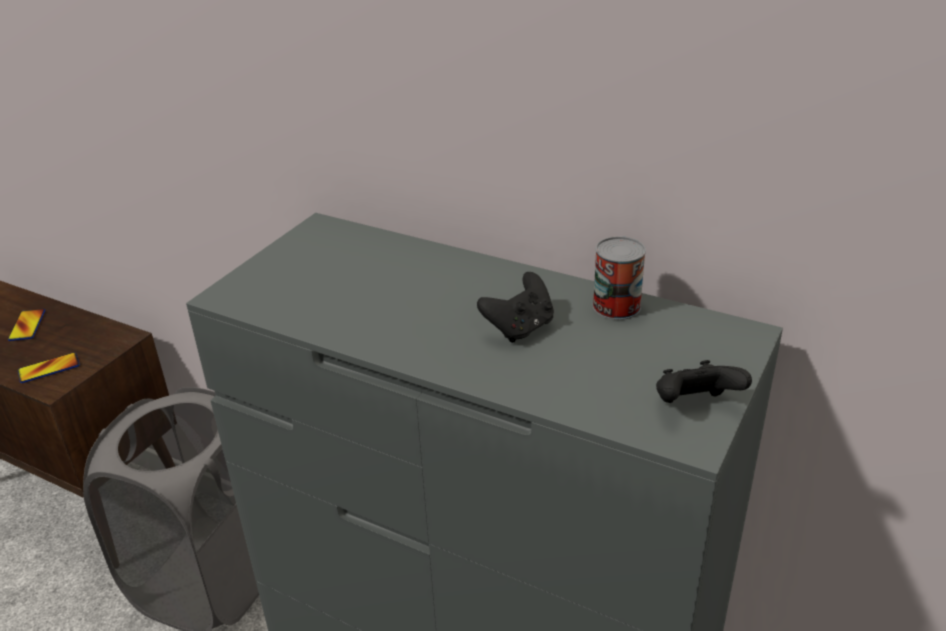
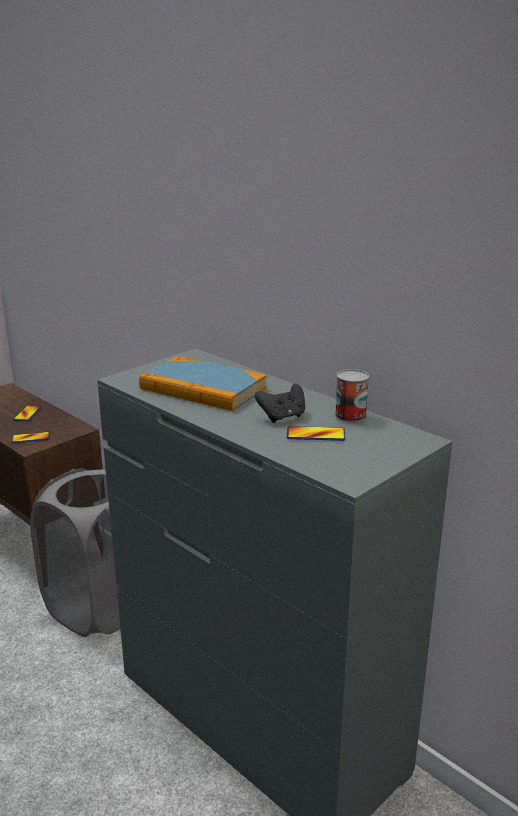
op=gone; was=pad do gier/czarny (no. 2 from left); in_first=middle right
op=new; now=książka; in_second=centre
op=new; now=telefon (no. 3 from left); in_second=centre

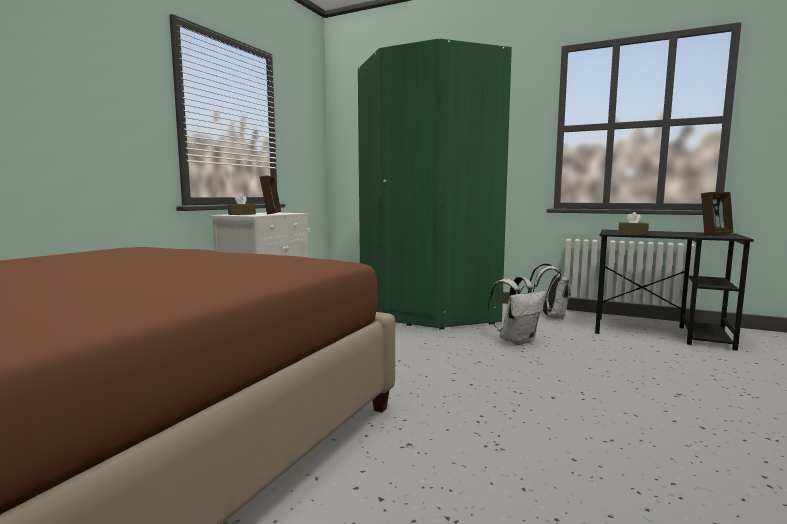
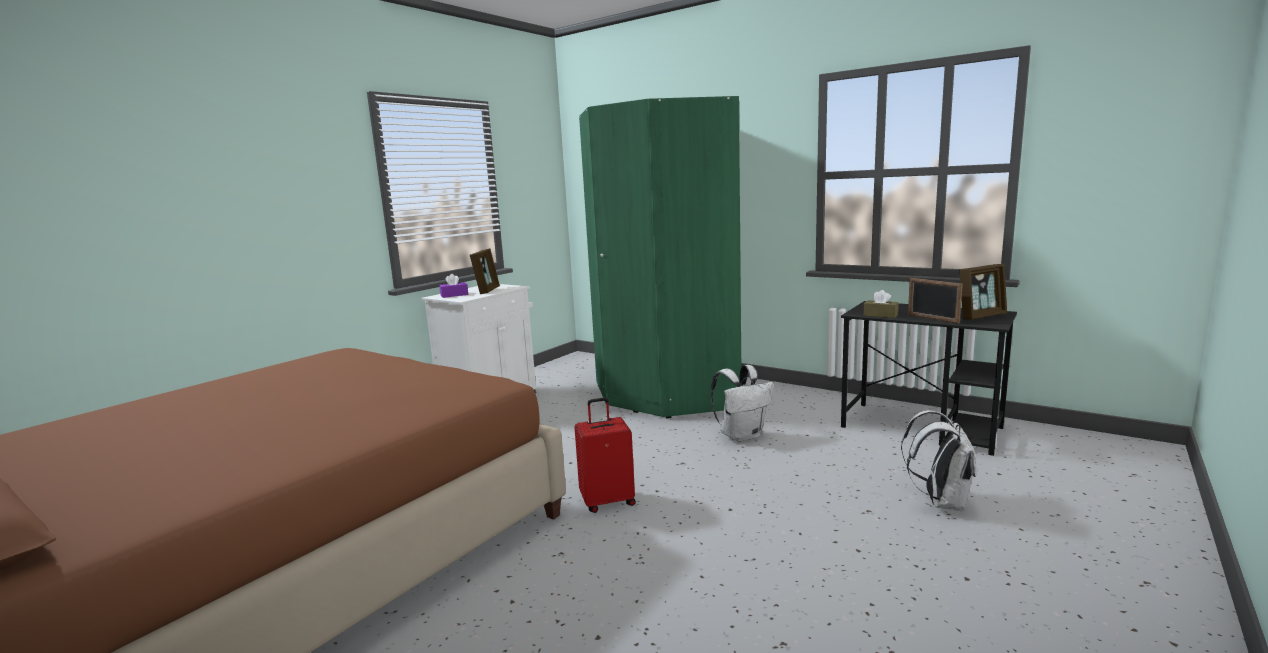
op=repainted; was=pudełko chusteczek/brązowy (no. 1 from left); now=pudełko chusteczek/fioletowy; in_first=middle left; in_second=centre
op=shifted; was=plecak/biały (no. 2 from left); in_first=middle right; in_second=bottom right
op=new; now=ramka na zdjęcie (no. 2 from left); in_second=middle right
op=new; now=walizka/czerwony; in_second=bottom centre

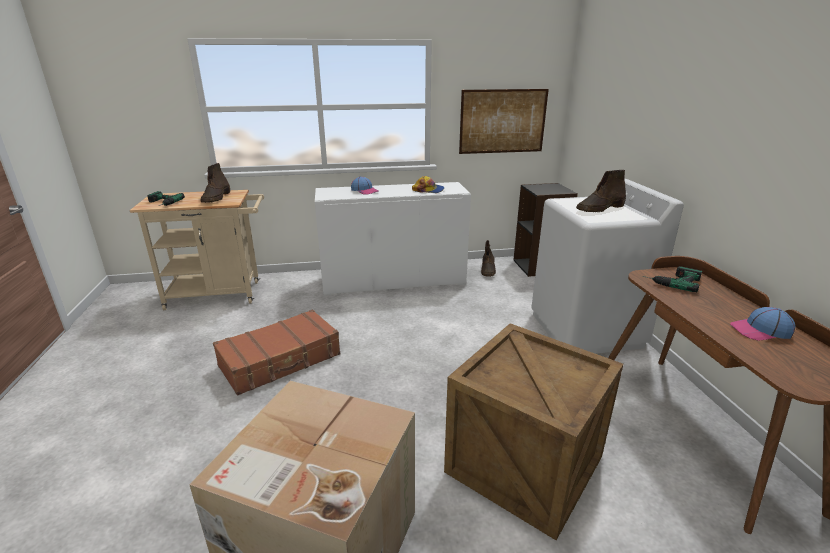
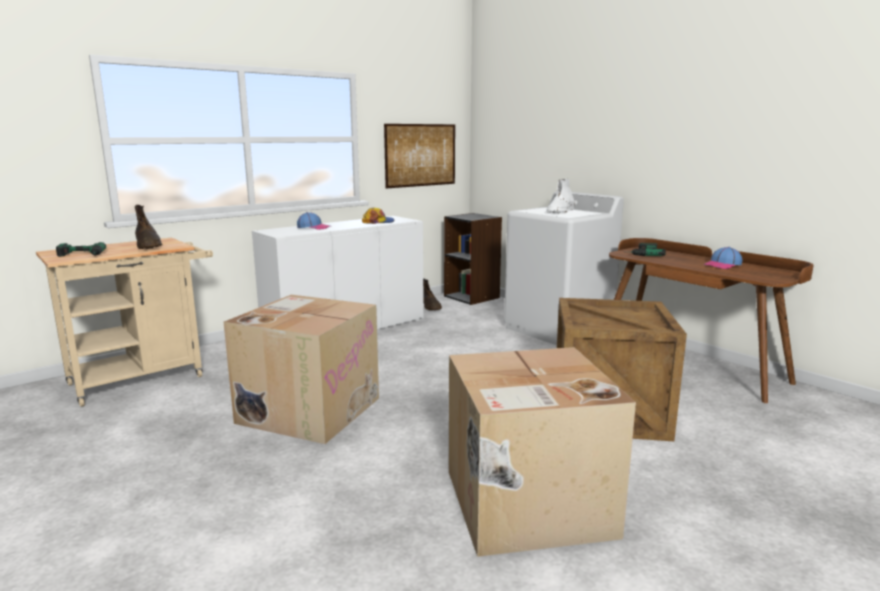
op=repainted; was=but z cholewką/brązowy (no. 3 from left); now=but z cholewką/biały; in_first=middle right; in_second=top centre
op=swapped; was=walizka/brązowy; now=karton (no. 1 from left); in_first=middle left; in_second=centre

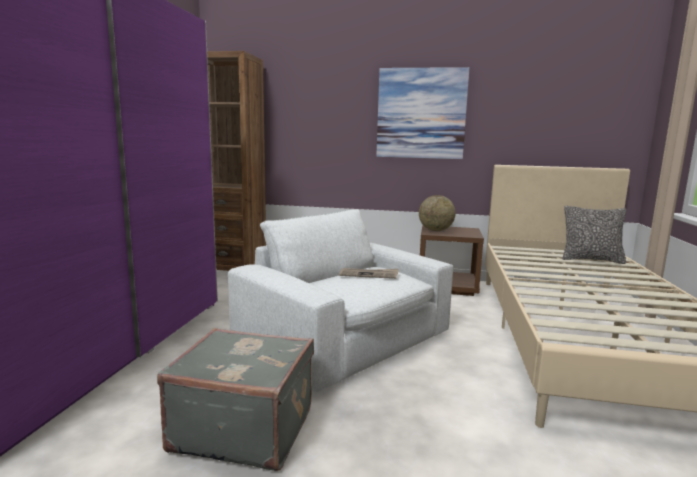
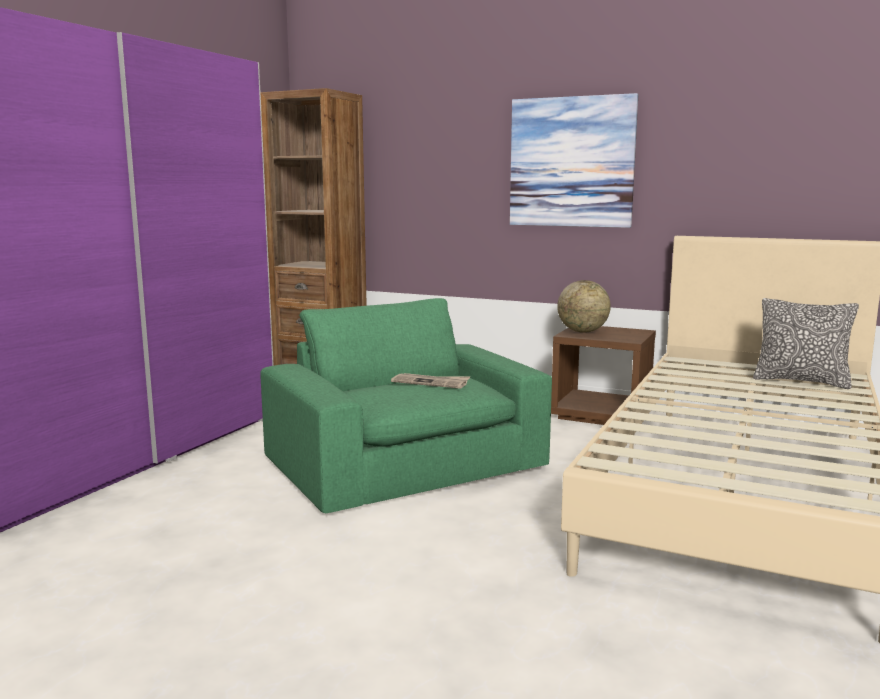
op=repainted; was=fotel/biały; now=fotel/zielony; in_first=centre; in_second=centre
op=gone; was=walizka/szary; in_first=bottom centre

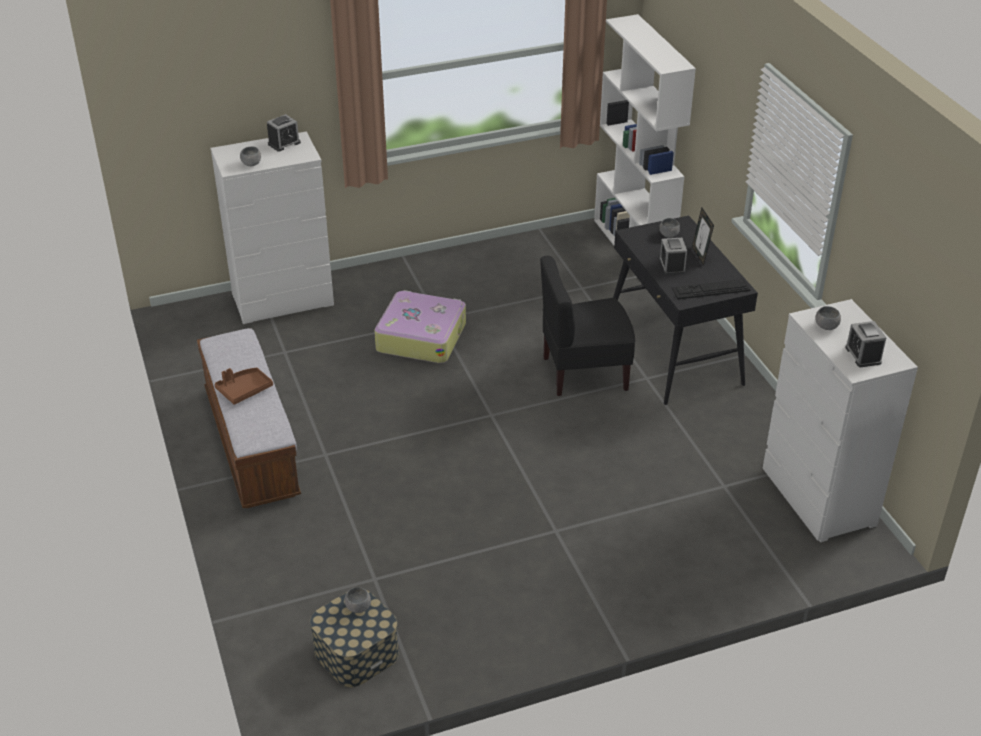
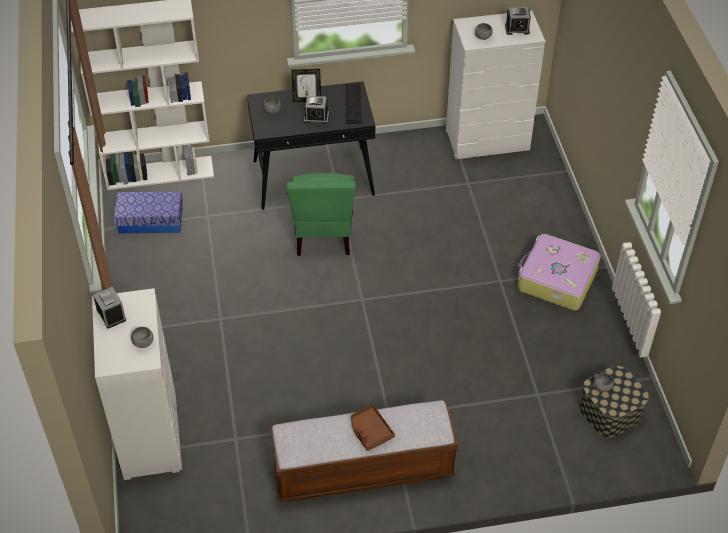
op=repainted; was=krzesło/czarny; now=krzesło/zielony; in_first=centre; in_second=centre
op=shifted; was=walizka; in_first=centre; in_second=middle right
op=new; now=pojemnik do przechowywania (no. 1 from left); in_second=middle left

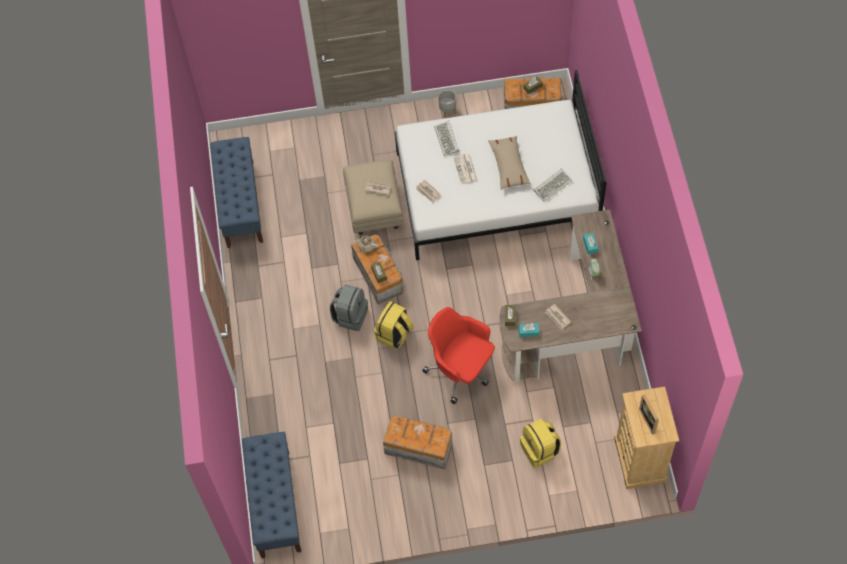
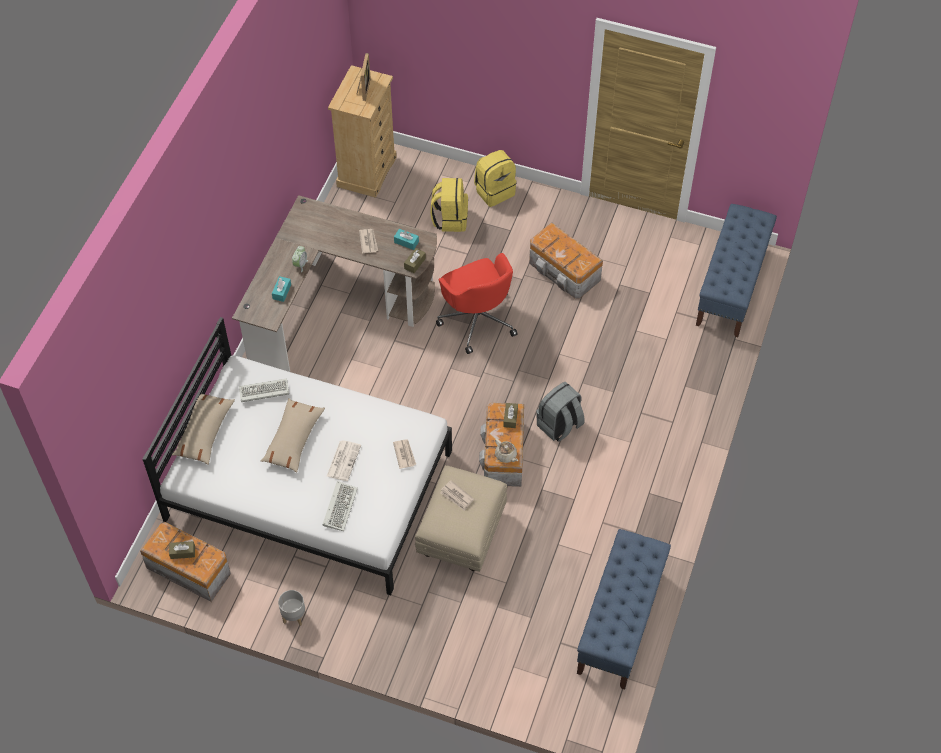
op=shifted; was=plecak/żółty (no. 1 from left in the first image); now=plecak/żółty (no. 2 from left); in_first=centre; in_second=top centre
op=new; now=poduszka/beżowy (no. 1 from left); in_second=middle left

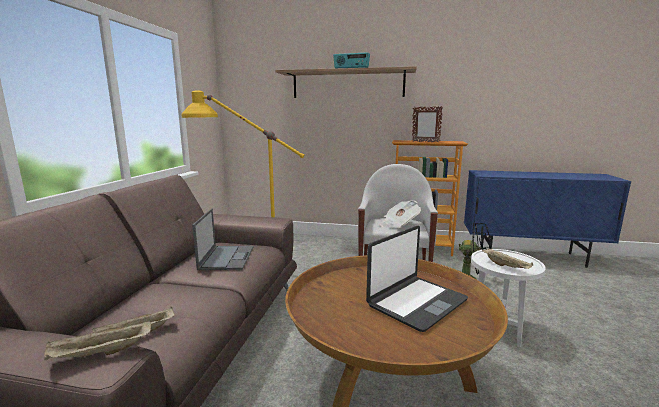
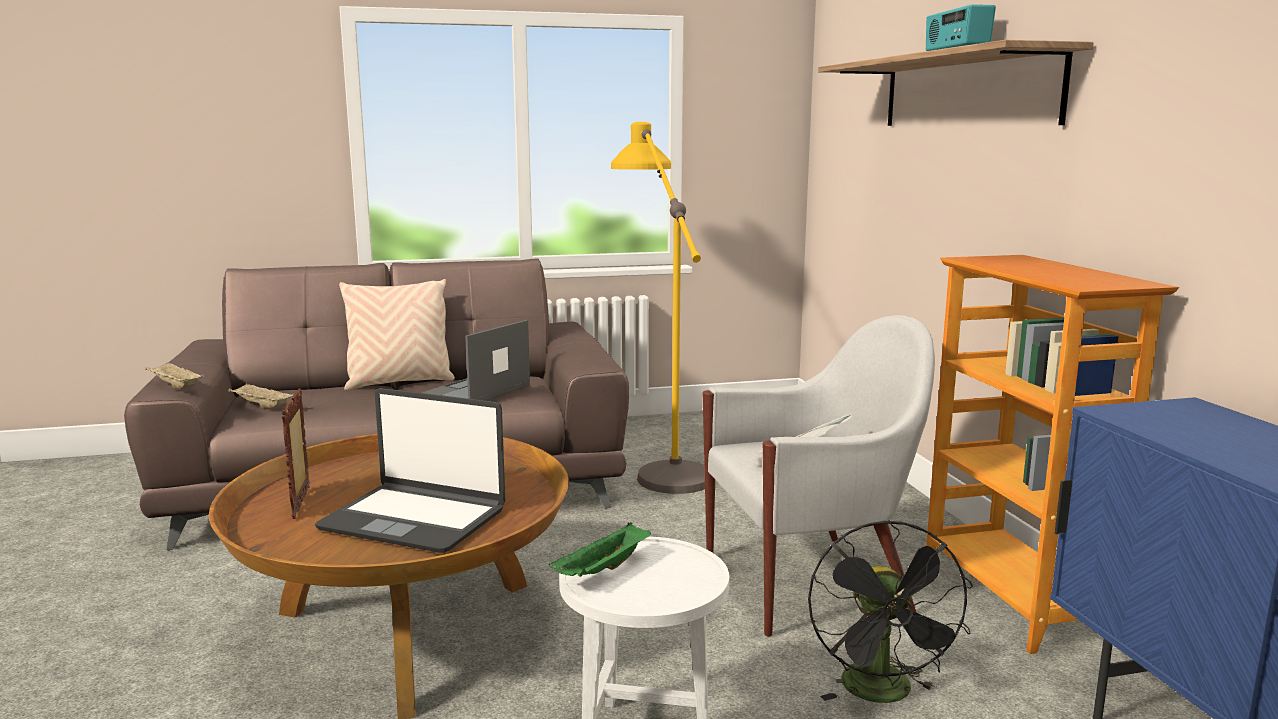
op=shifted; was=ramka na zdjęcie; in_first=top centre; in_second=middle left
op=rotated; was=laptop (no. 1 from left in the first image); in_first=centre; in_second=centre; clockwise=150
op=repainted; was=taca/beżowy (no. 3 from left); now=taca/zielony; in_first=middle right; in_second=bottom centre
op=new; now=poduszka/beżowy; in_second=middle left

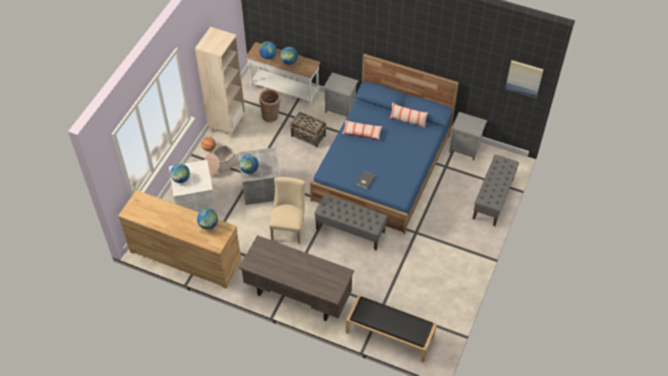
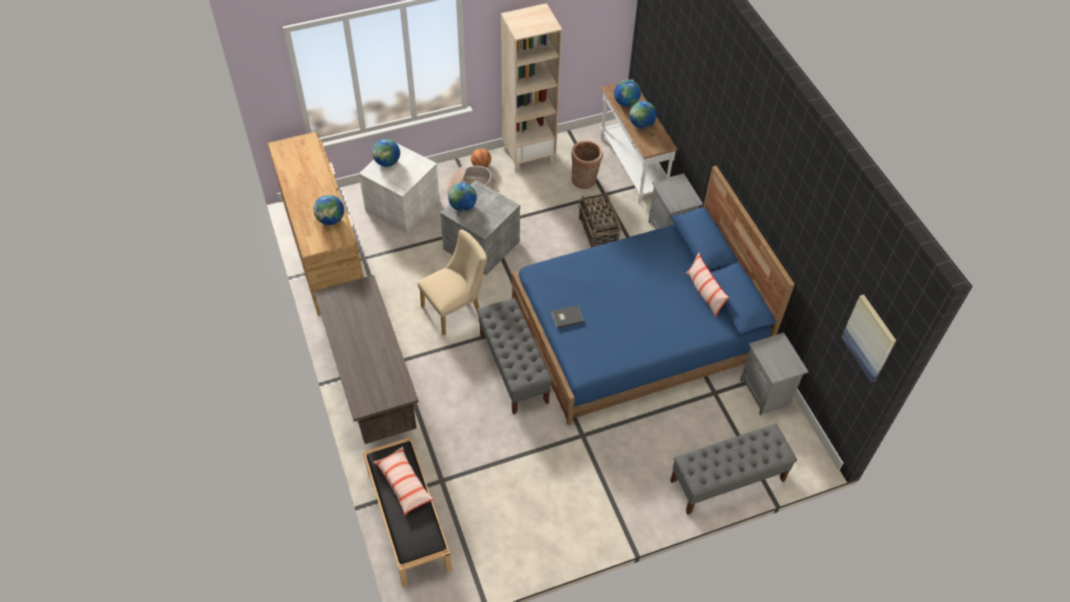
op=shifted; was=poduszka (no. 1 from left); in_first=centre; in_second=bottom centre

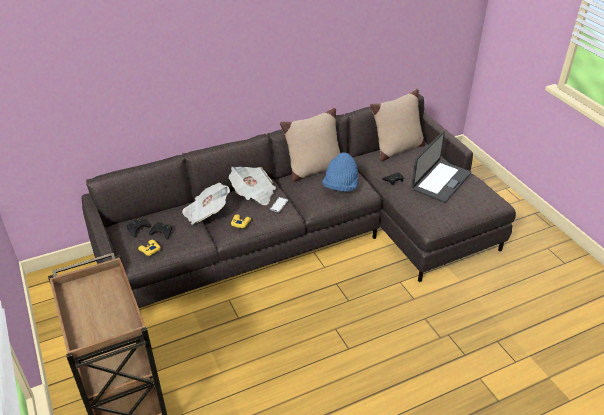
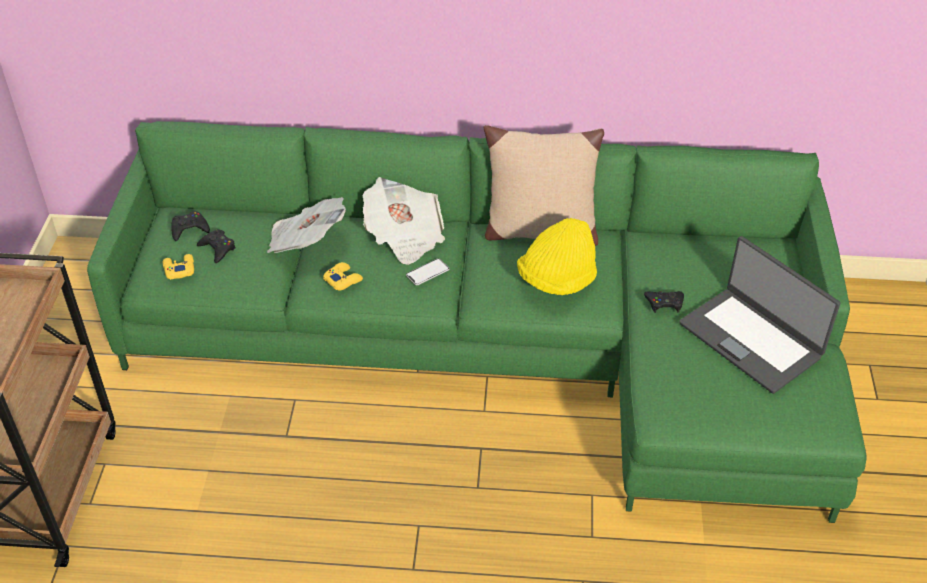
op=gone; was=poduszka/beżowy (no. 2 from left); in_first=top centre
op=repainted; was=kanapa/szary; now=kanapa/zielony; in_first=centre; in_second=centre
op=rotated; was=laptop; in_first=middle right; in_second=middle right; clockwise=75
op=repainted; was=kapelusz/niebieski; now=kapelusz/żółty; in_first=centre; in_second=centre

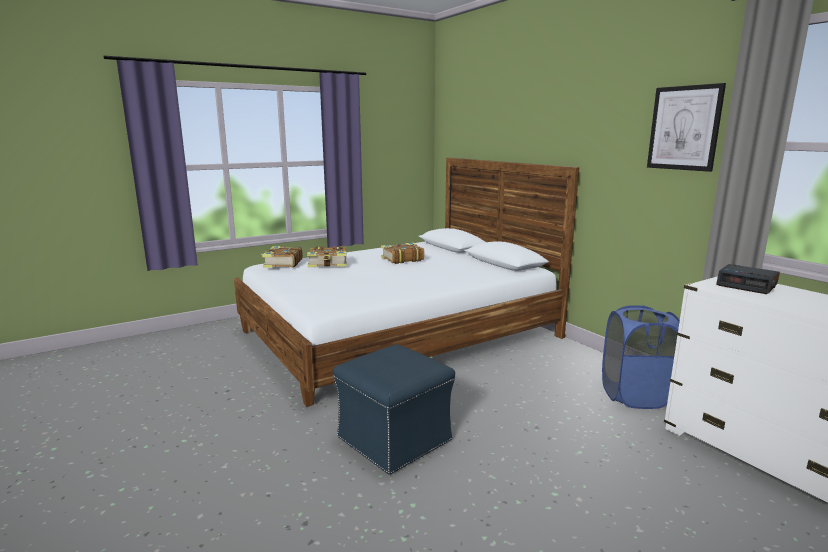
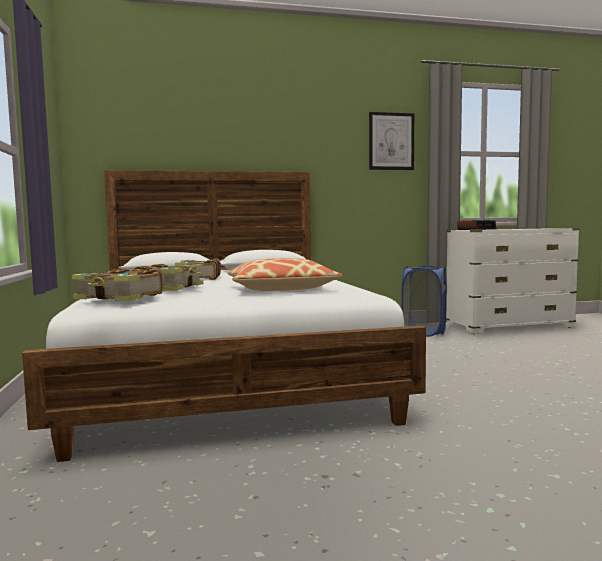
op=gone; was=pufa/niebieski; in_first=bottom centre
op=new; now=poduszka; in_second=centre

